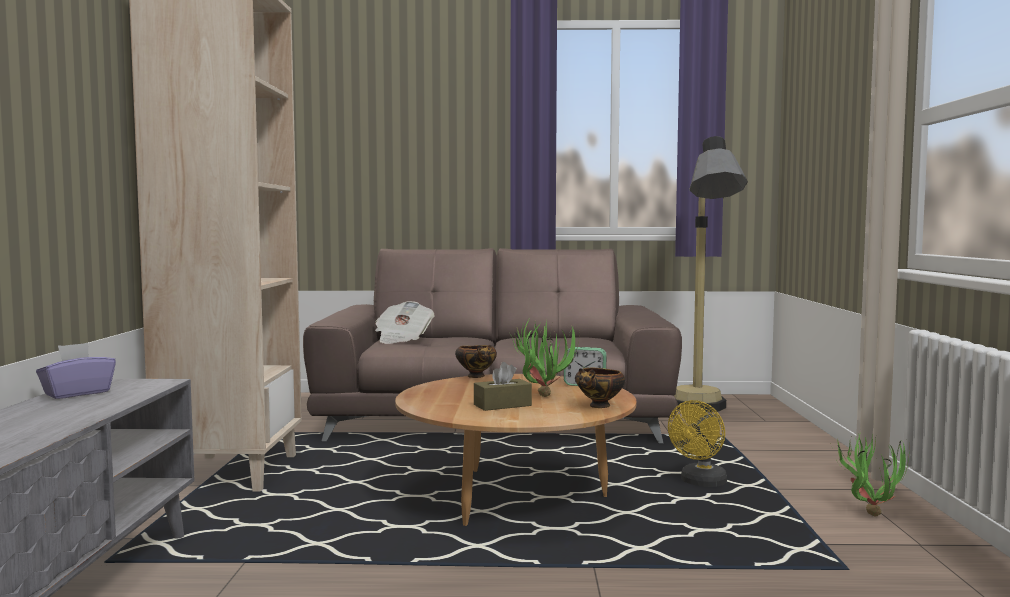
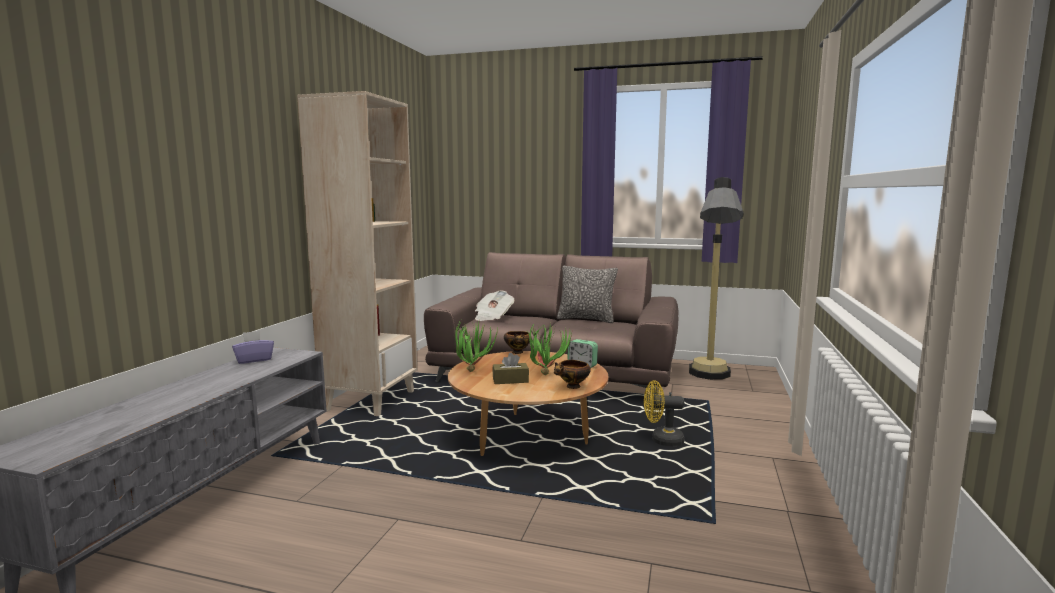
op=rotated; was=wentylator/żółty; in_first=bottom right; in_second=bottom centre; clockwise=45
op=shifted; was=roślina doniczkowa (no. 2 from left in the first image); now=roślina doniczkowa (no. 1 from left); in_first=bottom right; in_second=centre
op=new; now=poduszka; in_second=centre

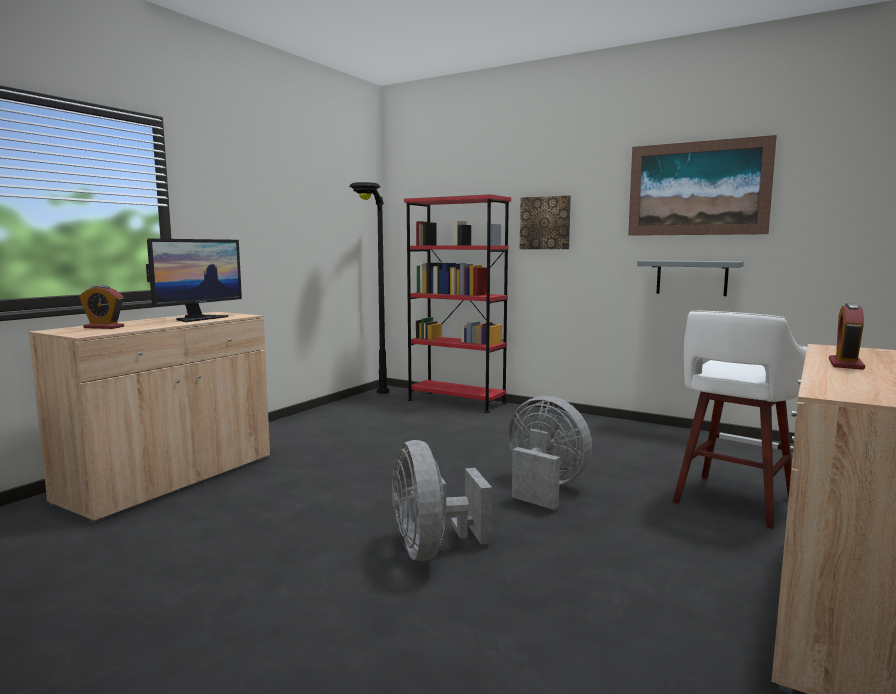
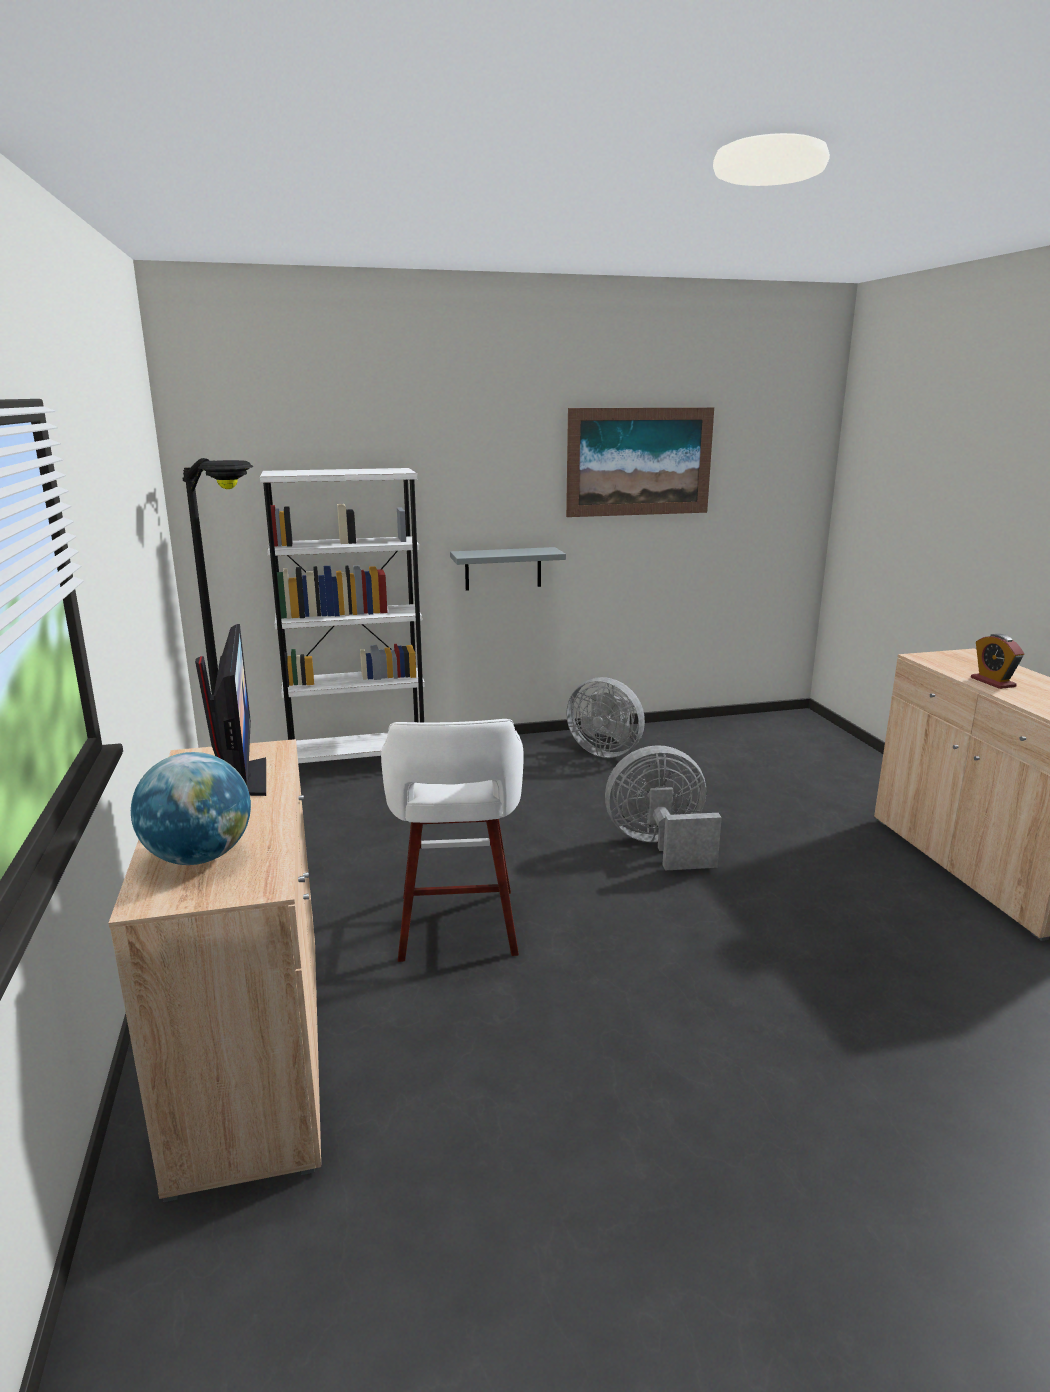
op=repainted; was=regał/czerwony; now=regał/biały; in_first=centre; in_second=middle left
op=gone; was=obraz (no. 1 from left); in_first=top centre
op=shifted; was=półka/szary; in_first=middle right; in_second=centre
op=swapped; was=budzik (no. 1 from left); now=globus; in_first=middle left; in_second=middle left
op=shifted; was=stołek/biały; in_first=middle right; in_second=centre
op=shifted; was=wentylator/szary (no. 1 from left); in_first=bottom centre; in_second=centre

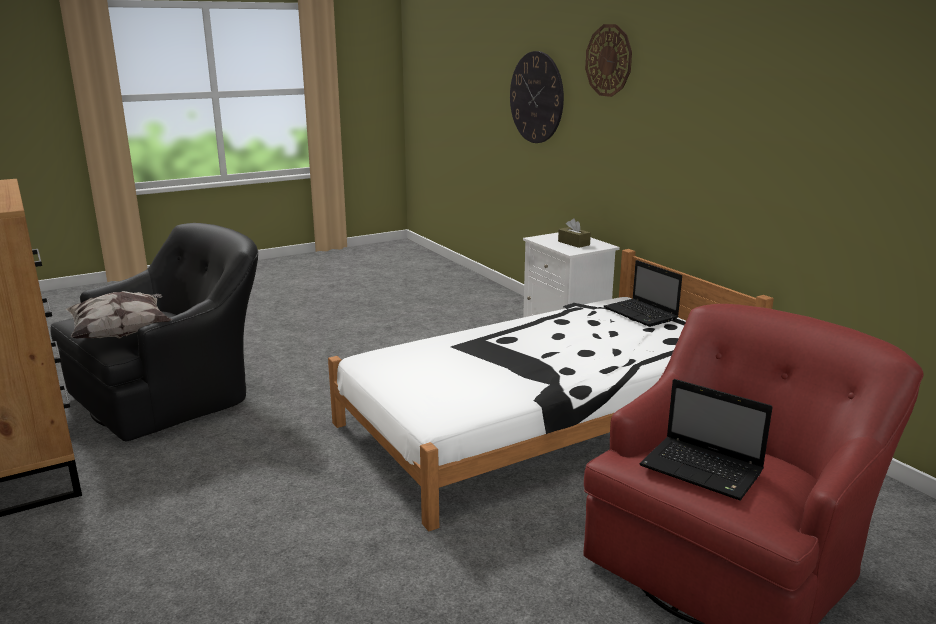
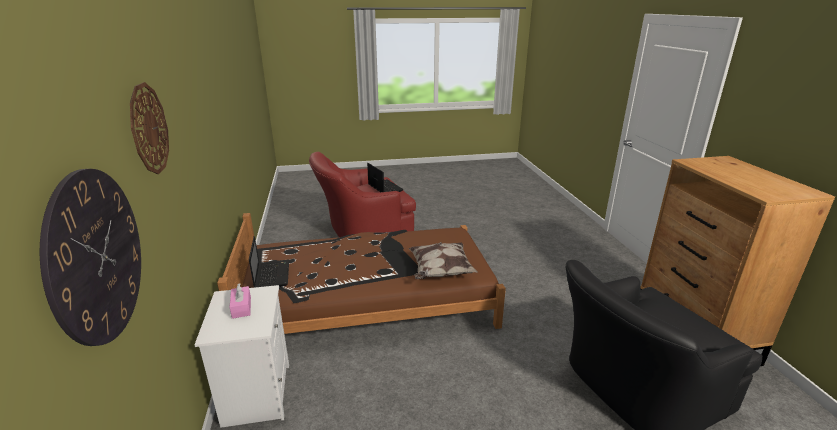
op=repainted; was=pudełko chusteczek/brązowy; now=pudełko chusteczek/różowy; in_first=centre; in_second=bottom left
op=repainted; was=łóżko/biały; now=łóżko/brązowy; in_first=centre; in_second=centre
op=shifted; was=poduszka; in_first=middle left; in_second=centre

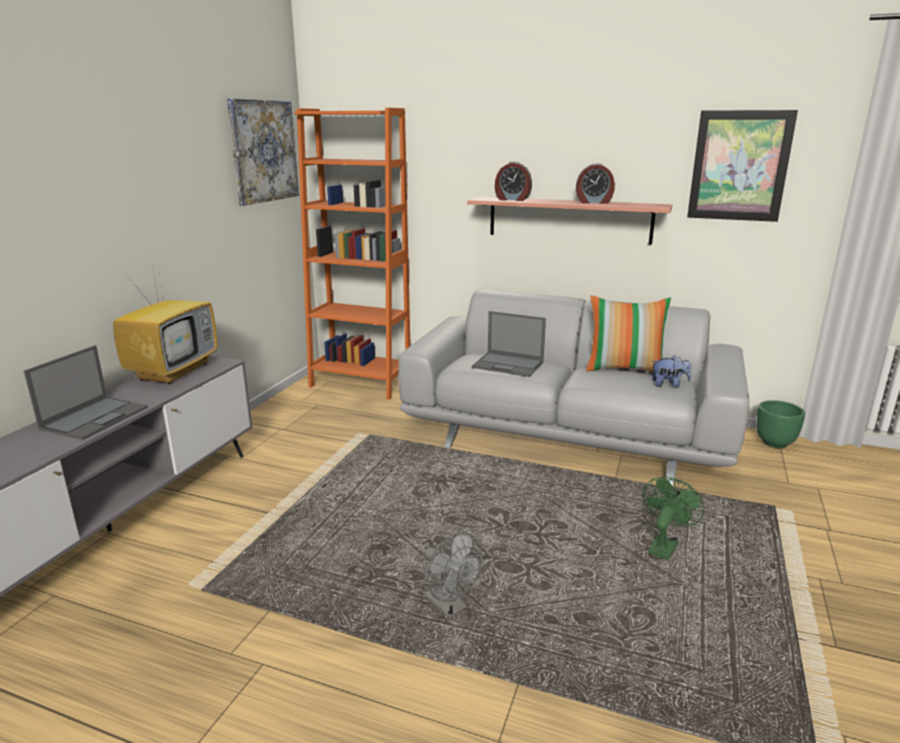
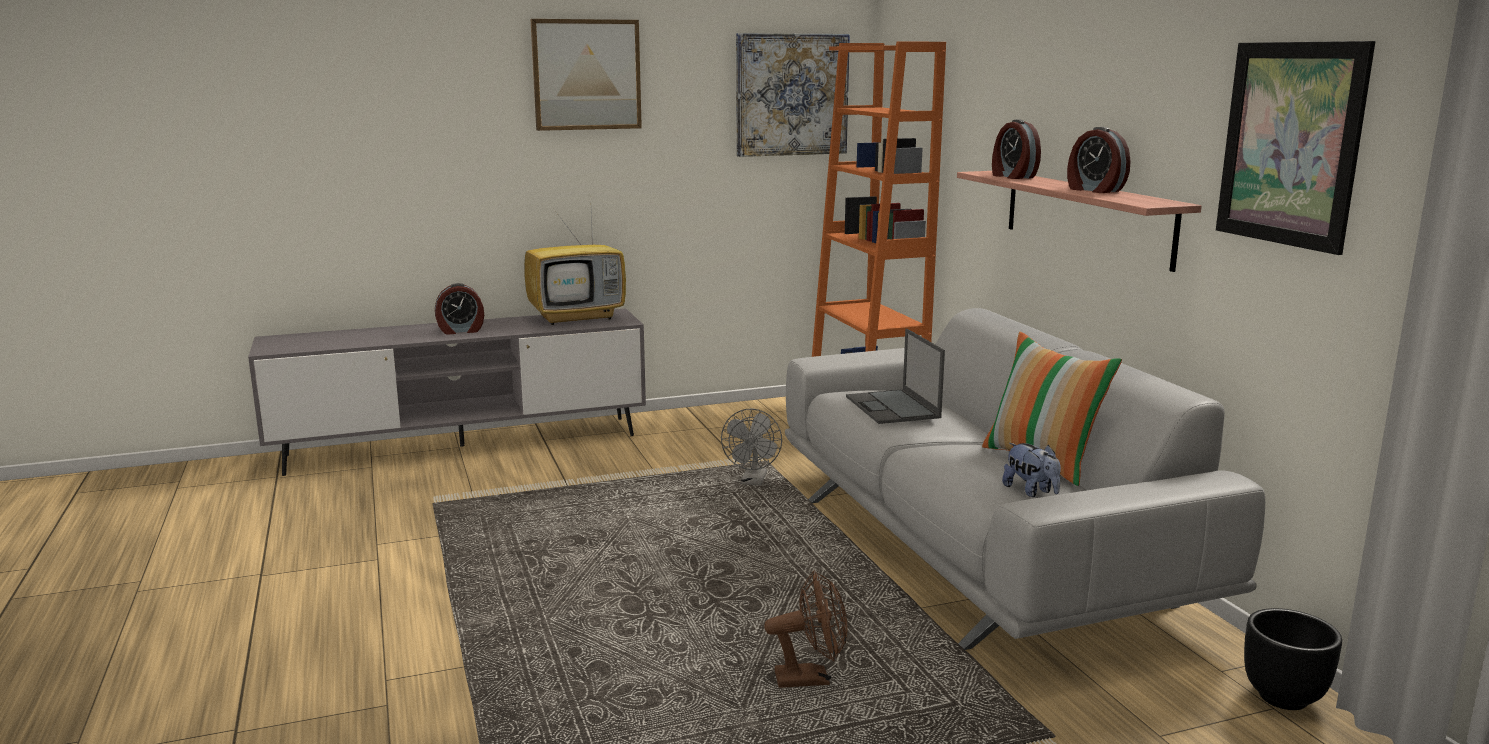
op=swapped; was=laptop (no. 1 from left); now=budzik (no. 1 from left); in_first=middle left; in_second=middle left
op=repainted; was=donica/zielony; now=donica/czarny; in_first=middle right; in_second=bottom right
op=repainted; was=wentylator/zielony; now=wentylator/brązowy; in_first=bottom right; in_second=bottom centre
op=shifted; was=wentylator/szary; in_first=bottom centre; in_second=centre
op=new; now=obraz (no. 1 from left); in_second=top centre

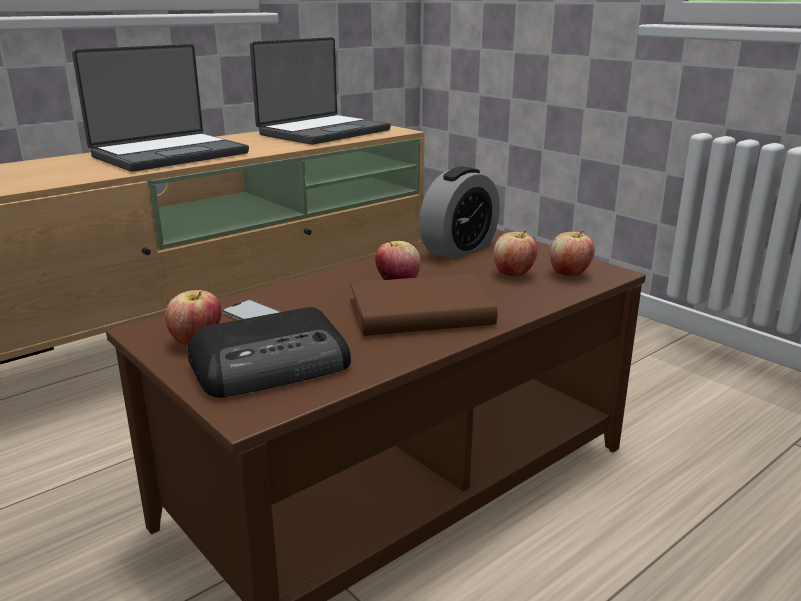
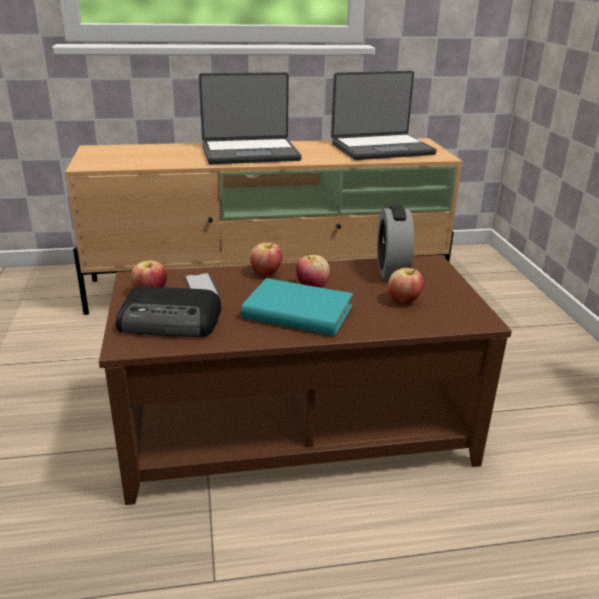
op=rotated; was=budzik; in_first=centre; in_second=centre; clockwise=105
op=shifted; was=jabłko (no. 4 from left in the first image); now=jabłko (no. 2 from left); in_first=middle right; in_second=centre
op=repainted; was=książka/brązowy; now=książka/turkusowy; in_first=centre; in_second=centre

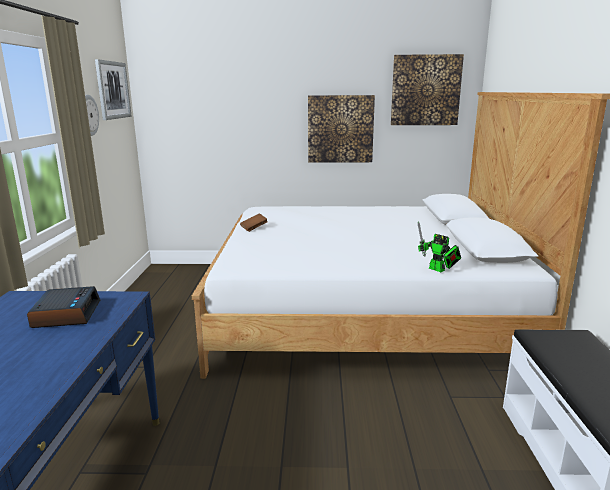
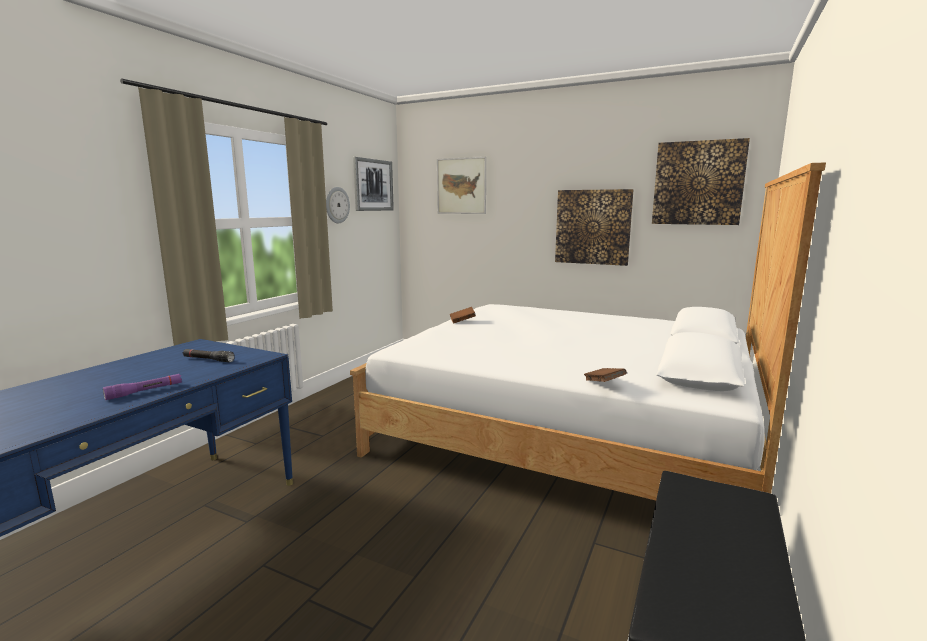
op=swapped; was=robot zabawkowy; now=książka/brązowy (no. 2 from left); in_first=middle right; in_second=centre
op=swapped; was=budzik; now=latarka/czarny; in_first=middle left; in_second=middle left
op=new; now=obraz (no. 2 from left); in_second=top centre
op=new; now=latarka/fioletowy; in_second=middle left

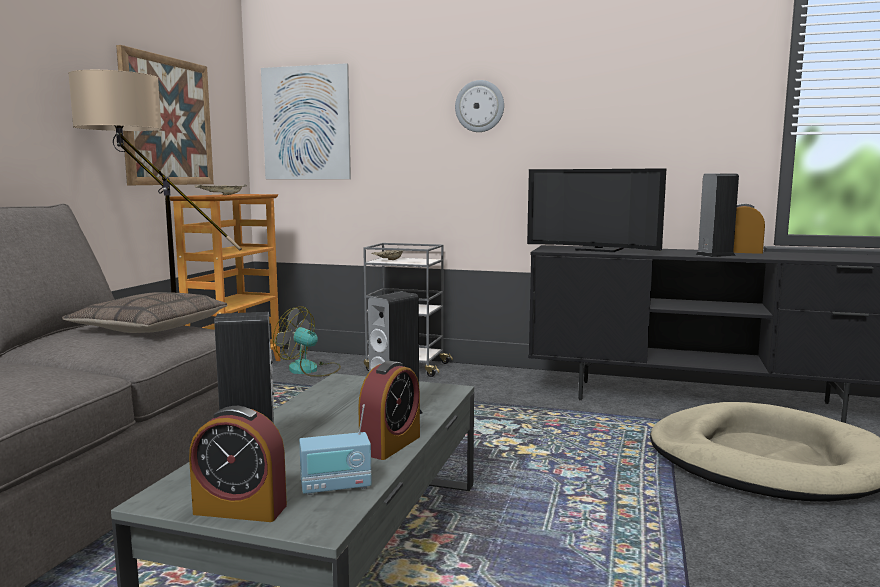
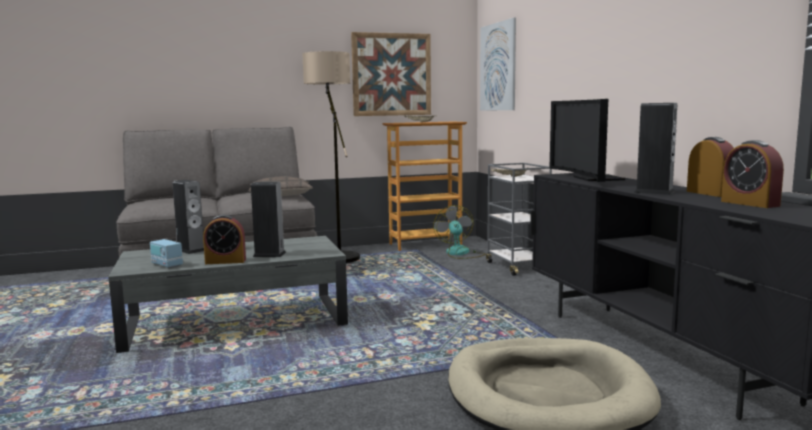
op=gone; was=zegar ścienny; in_first=top centre
op=shifted; was=budzik (no. 1 from left in the first image); now=budzik (no. 3 from left); in_first=bottom left; in_second=middle right

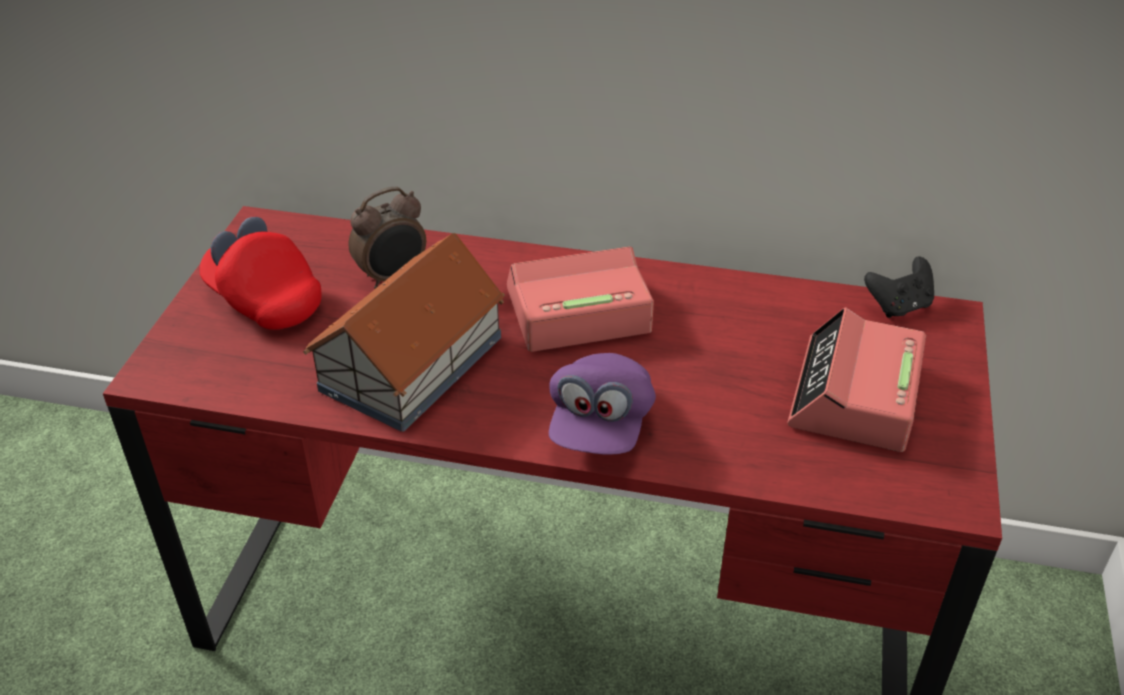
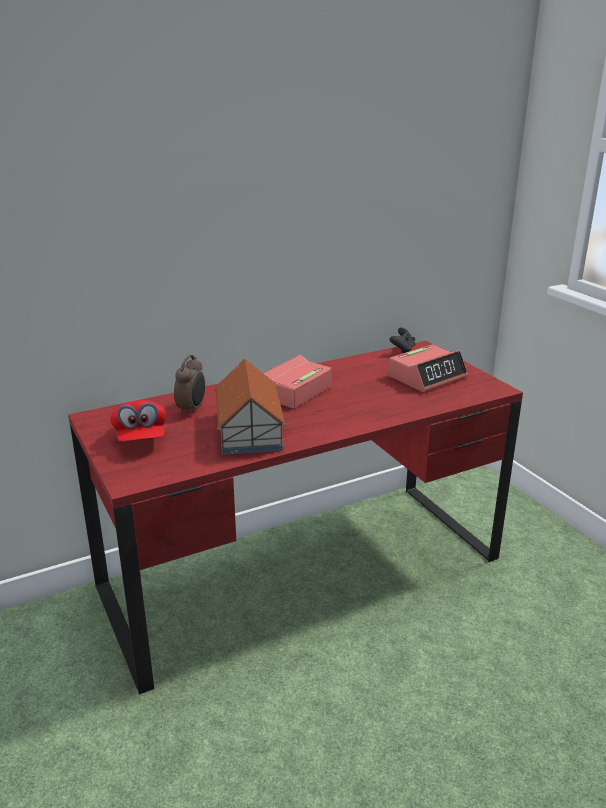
op=rotated; was=czapka z daszkiem/czerwony; in_first=middle left; in_second=middle left; clockwise=-105
op=rotated; was=budzik (no. 3 from left); in_first=middle right; in_second=middle right; clockwise=-105
op=gone; was=czapka z daszkiem/fioletowy; in_first=centre

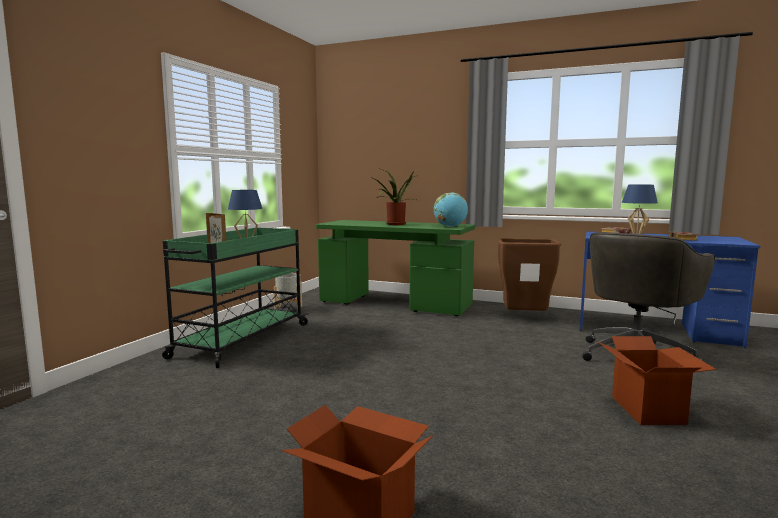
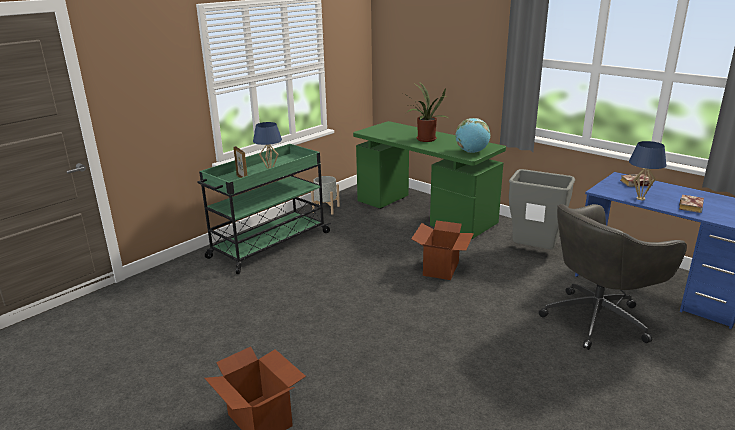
op=repainted; was=kosz na śmieci/brązowy; now=kosz na śmieci/szary; in_first=middle right; in_second=middle right
op=shifted; was=karton (no. 2 from left); in_first=bottom right; in_second=centre

